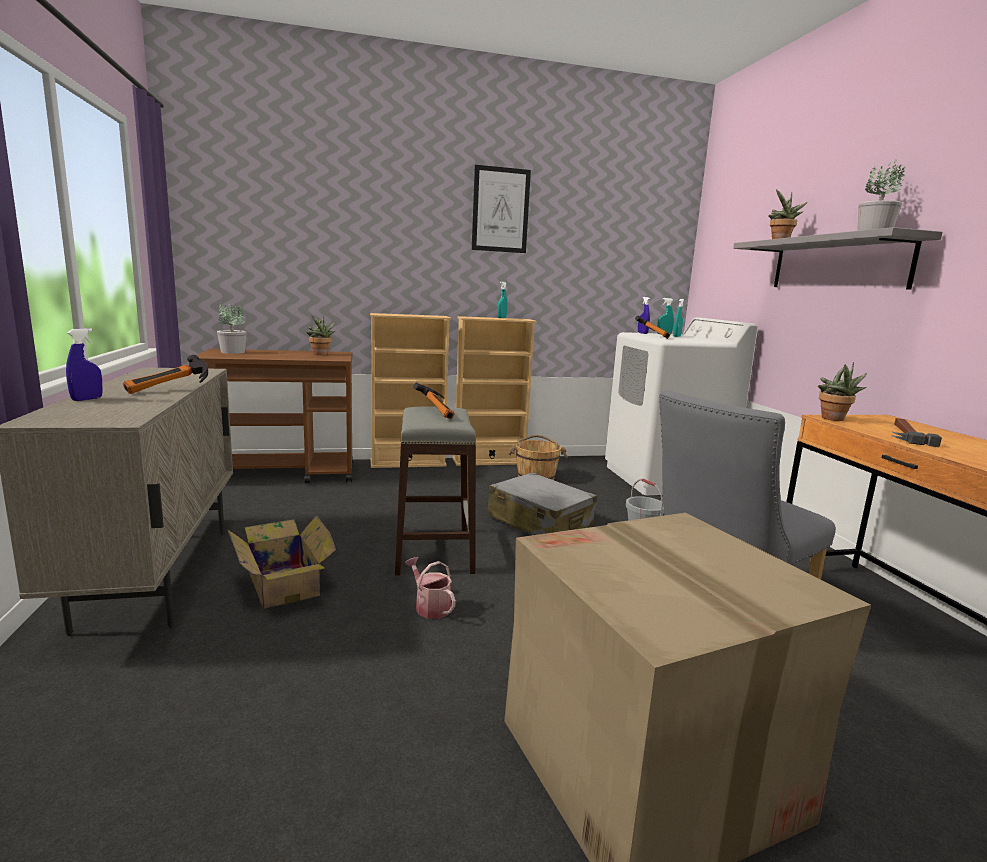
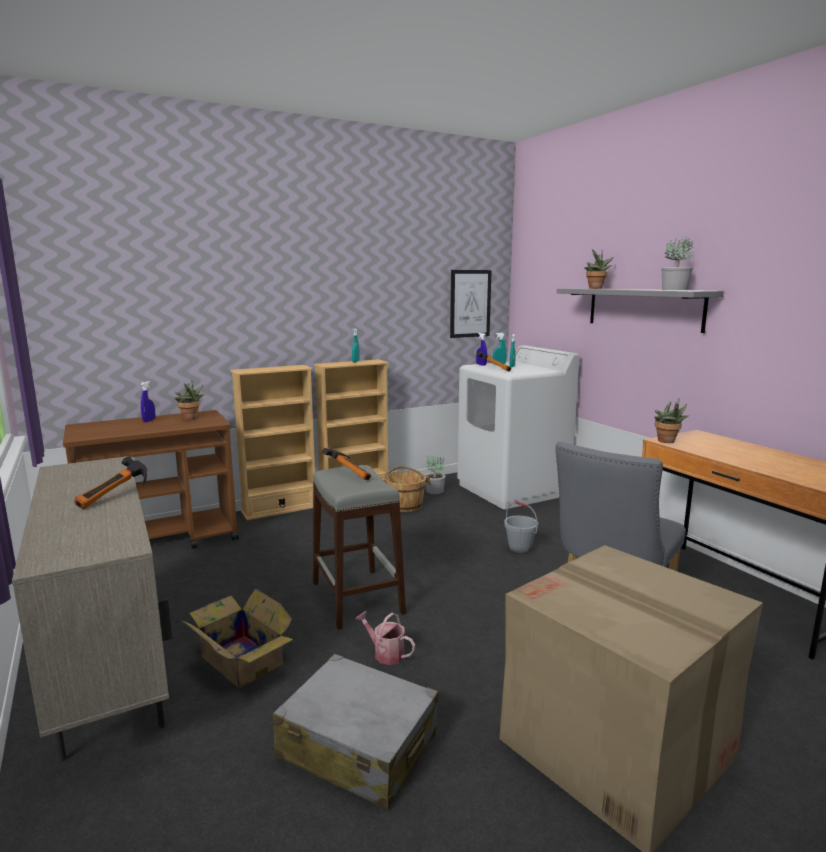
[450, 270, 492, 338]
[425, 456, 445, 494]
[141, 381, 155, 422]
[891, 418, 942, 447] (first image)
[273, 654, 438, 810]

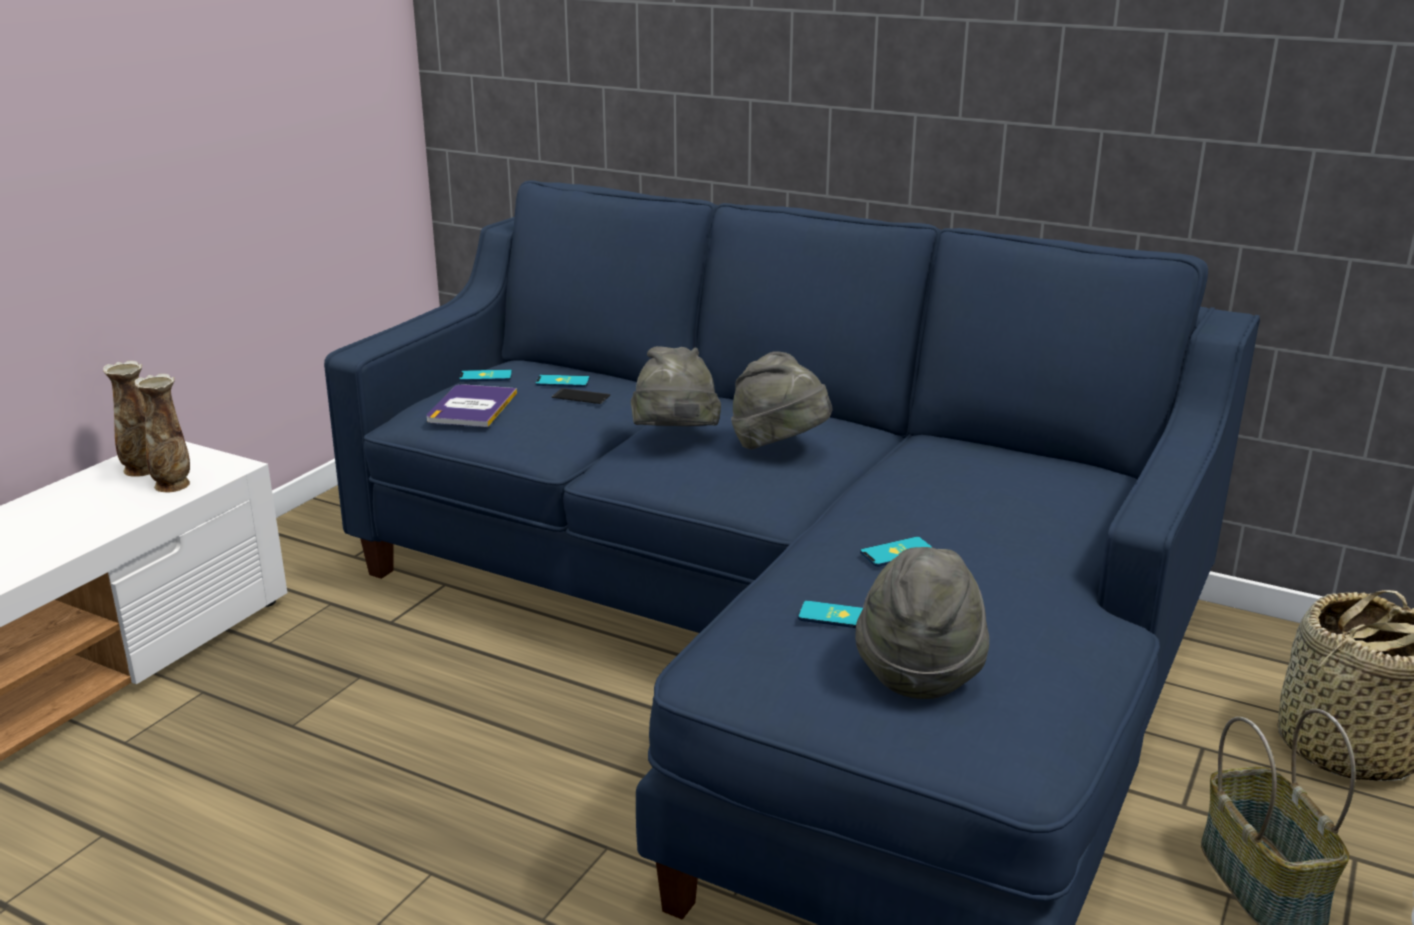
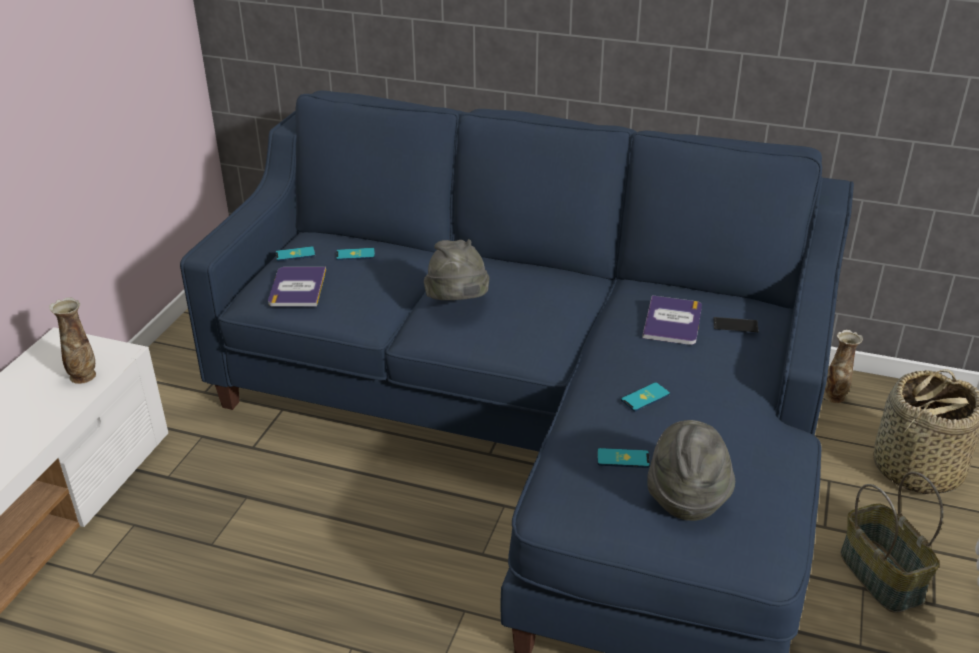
[731, 351, 832, 450] (first image)
[823, 330, 863, 403]
[713, 317, 759, 332]
[642, 295, 702, 345]

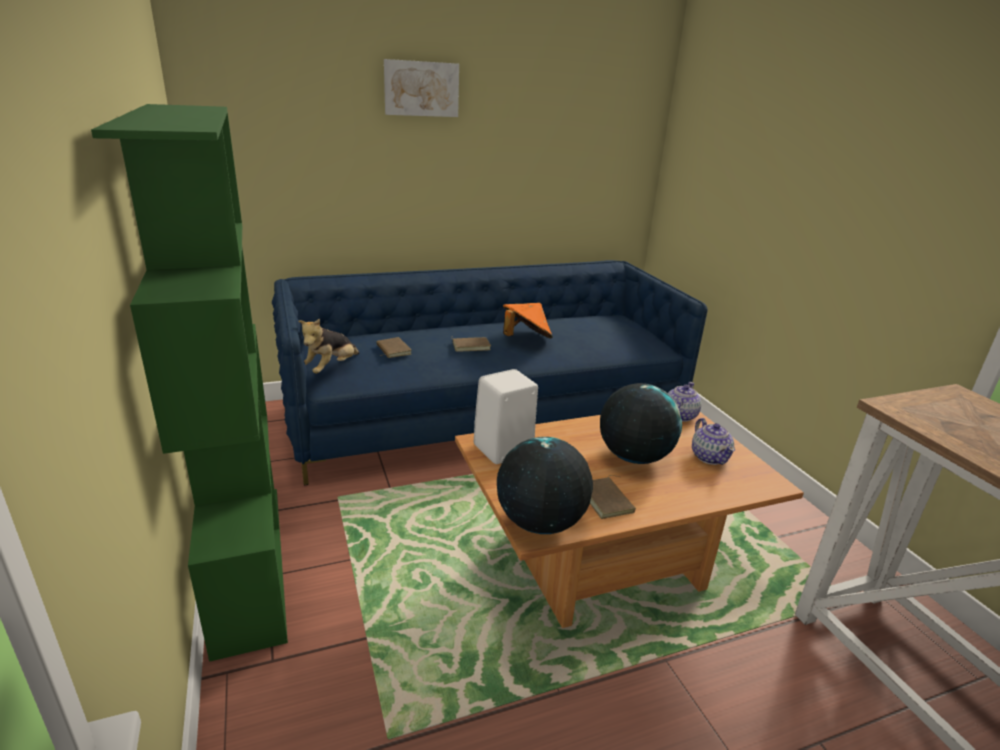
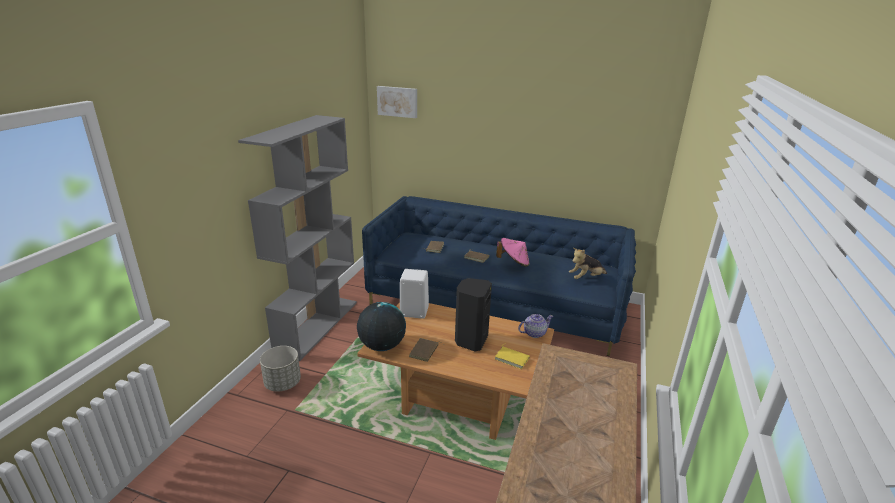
[377, 86, 417, 118]
[238, 115, 357, 361]
[496, 238, 529, 267]
[569, 248, 607, 279]
[455, 278, 492, 351]
[494, 343, 530, 369]
[260, 346, 301, 392]

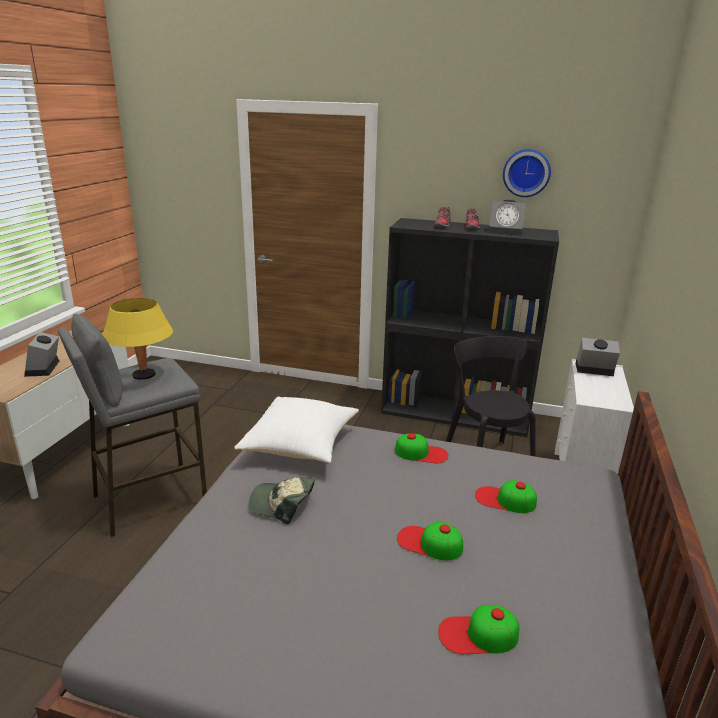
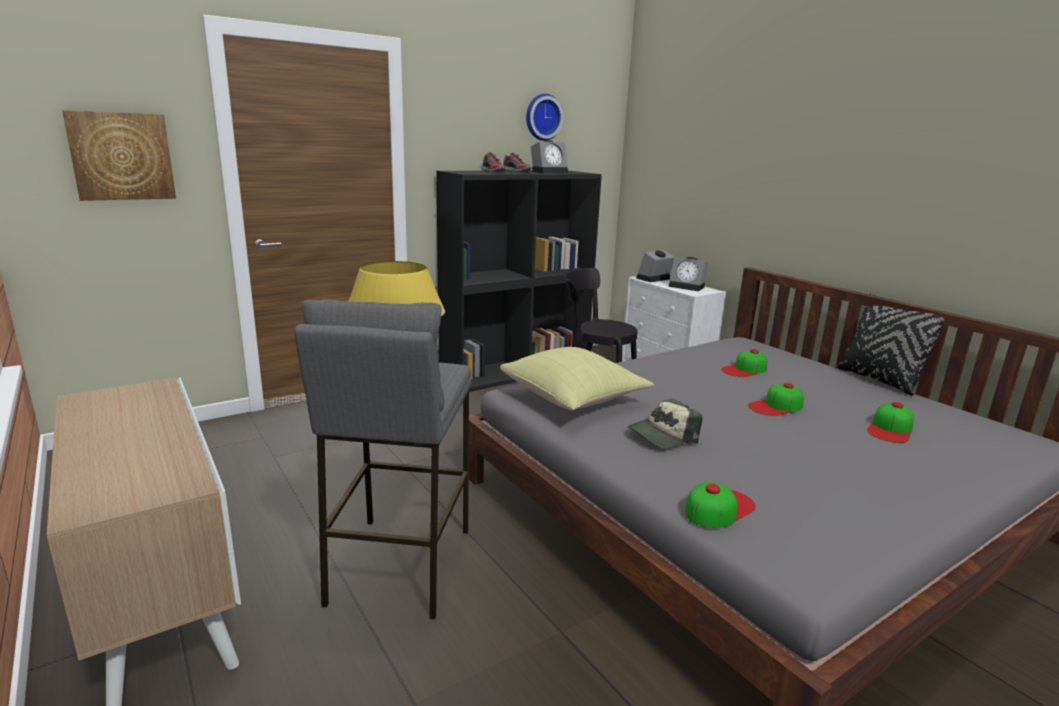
[669, 257, 708, 291]
[500, 347, 654, 410]
[685, 482, 756, 528]
[62, 110, 176, 201]
[836, 293, 944, 396]

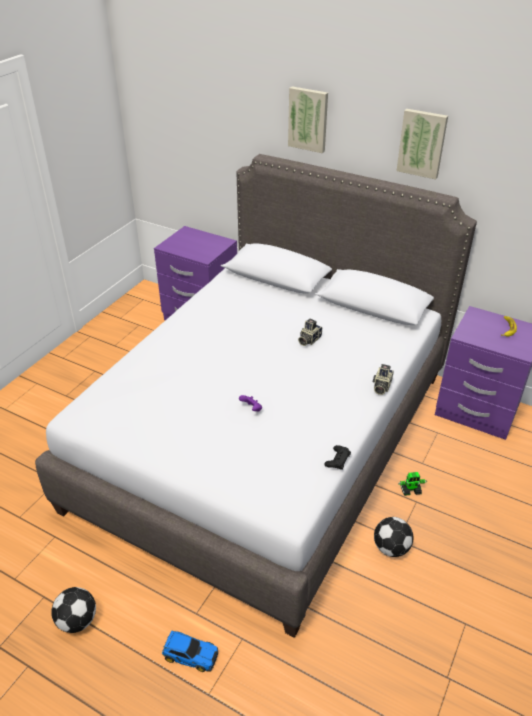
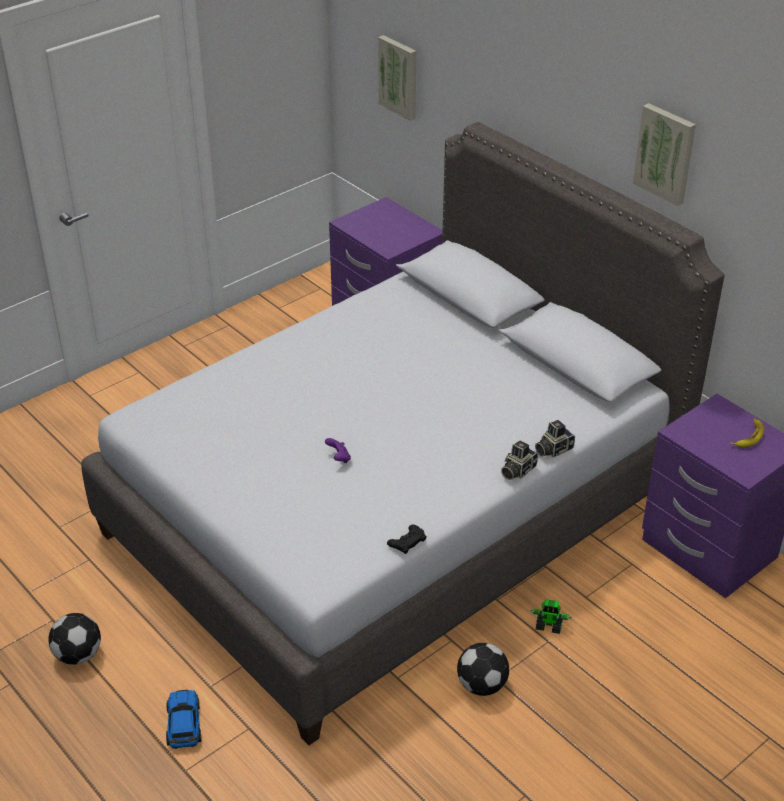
[378, 35, 416, 121]
[535, 420, 575, 458]
[166, 690, 201, 749]

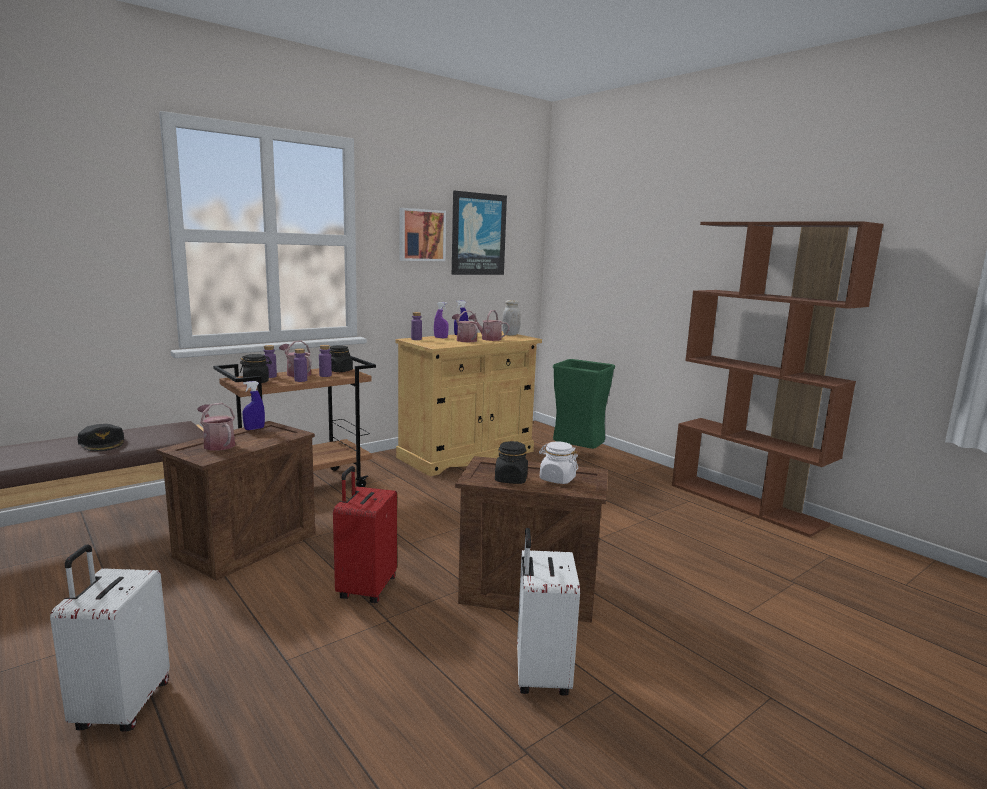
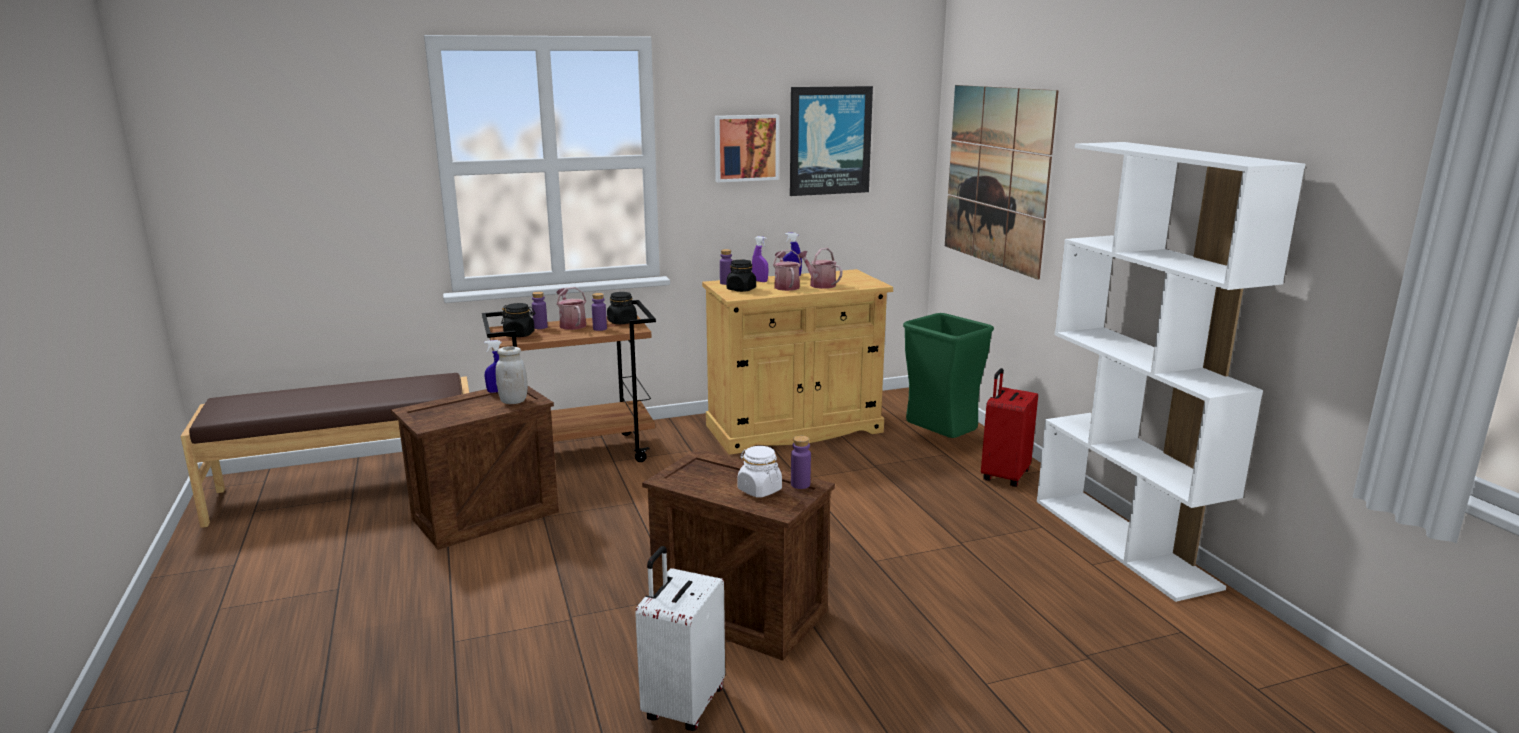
[1037, 142, 1305, 602]
[495, 346, 528, 404]
[791, 436, 811, 489]
[197, 403, 235, 450] (first image)
[77, 424, 124, 451] (first image)
[726, 260, 756, 292]
[981, 368, 1038, 487]
[50, 544, 170, 732] (first image)
[945, 85, 1059, 280]

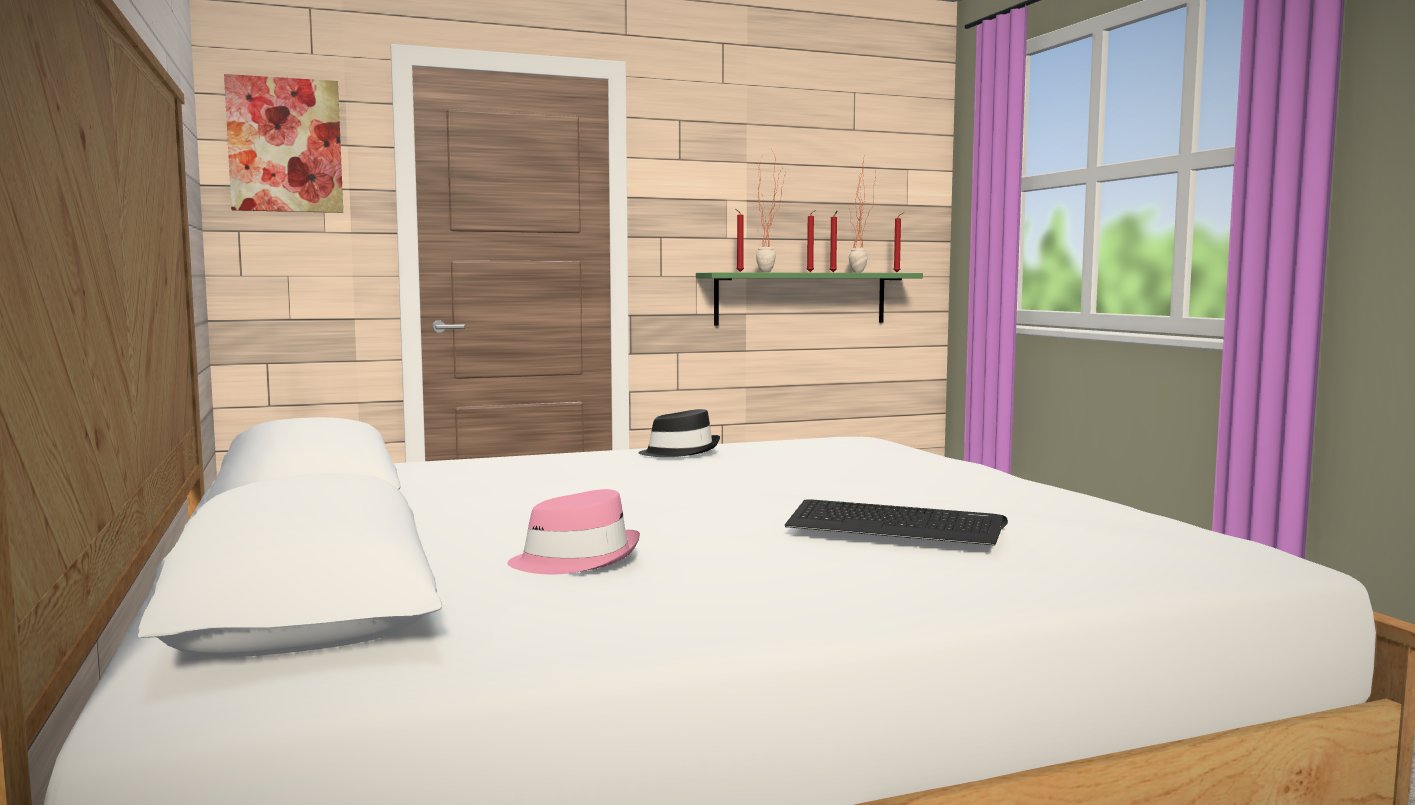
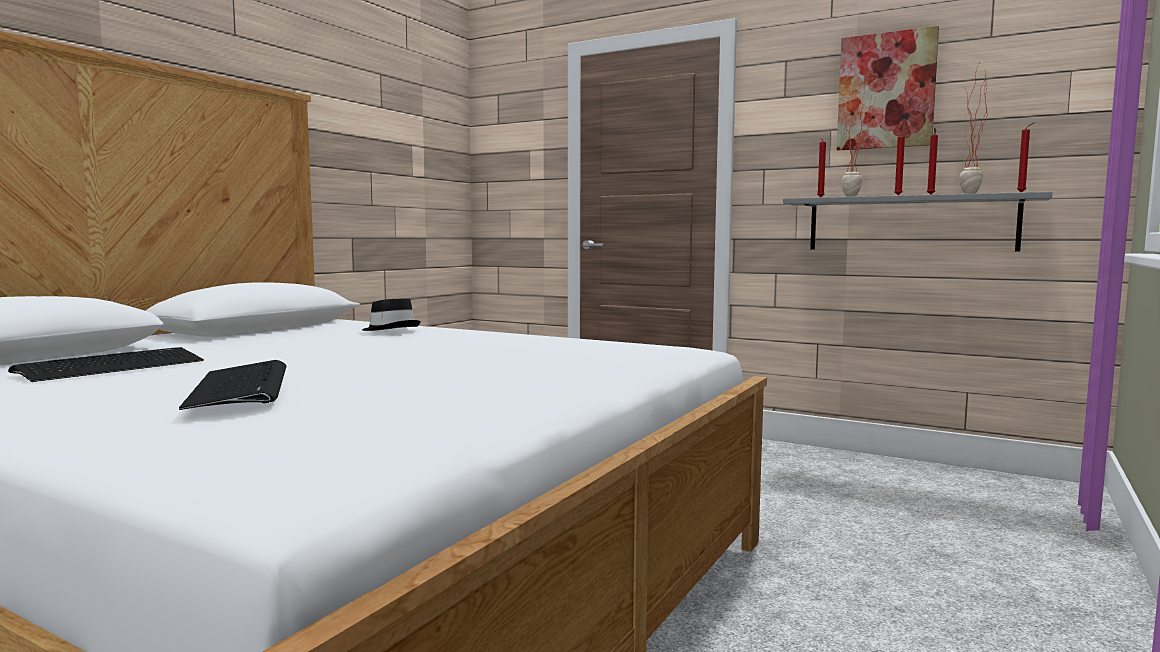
[837, 26, 939, 150]
[783, 192, 1052, 251]
[362, 298, 421, 331]
[8, 347, 204, 382]

